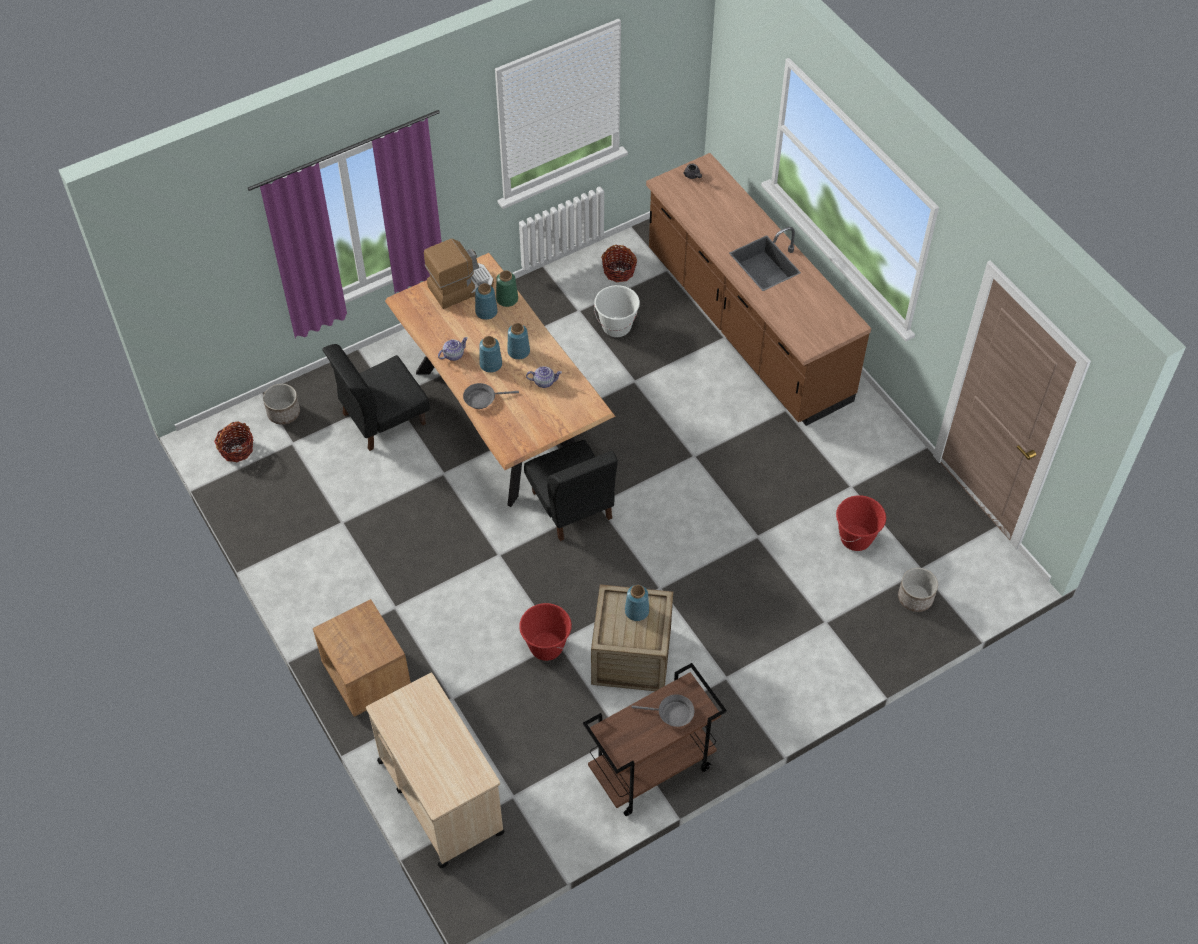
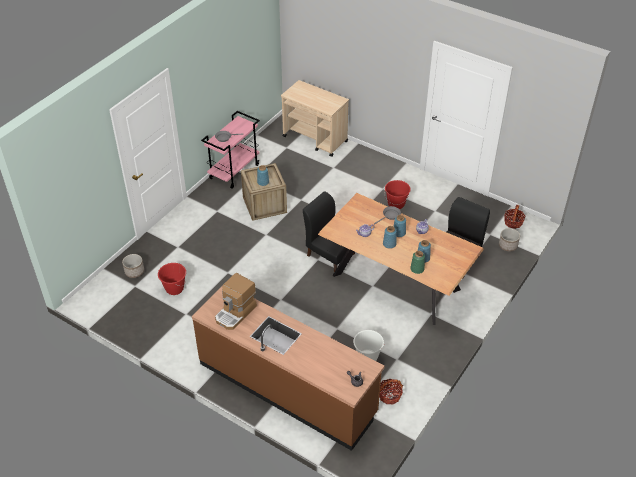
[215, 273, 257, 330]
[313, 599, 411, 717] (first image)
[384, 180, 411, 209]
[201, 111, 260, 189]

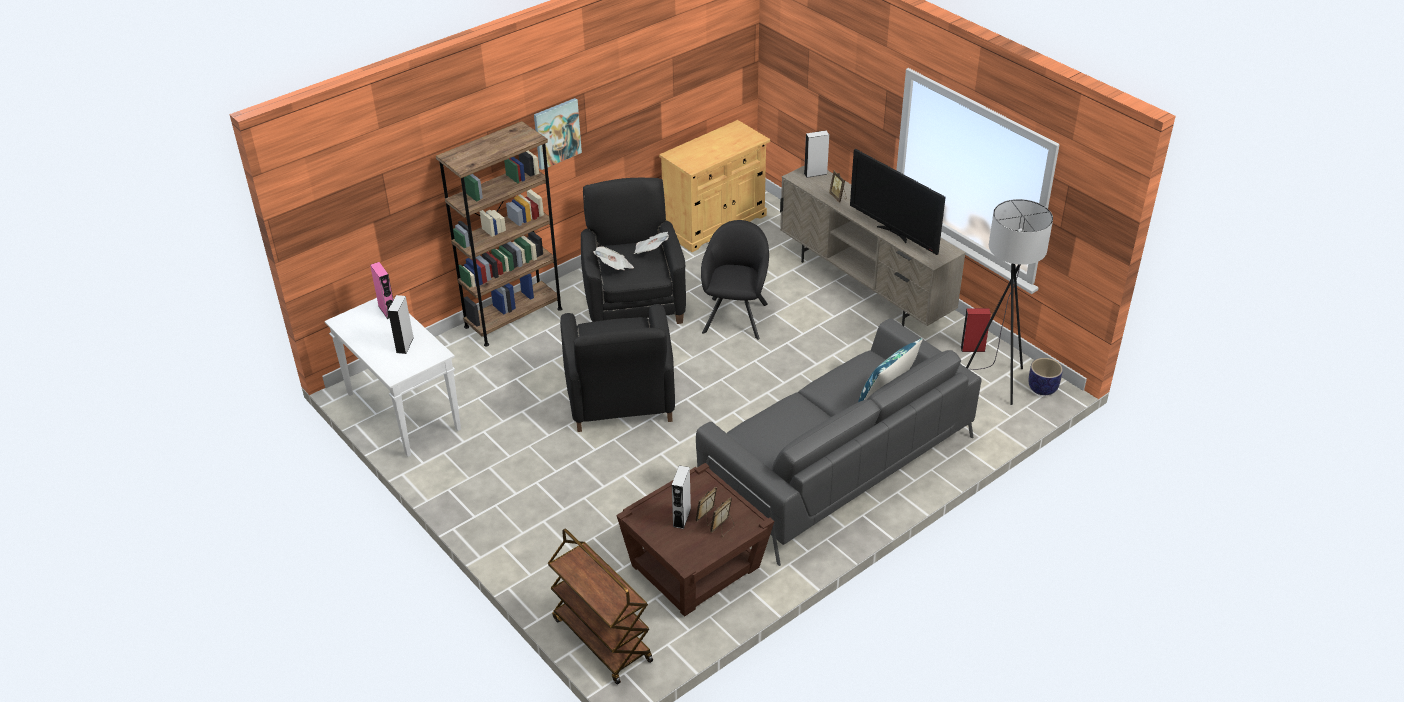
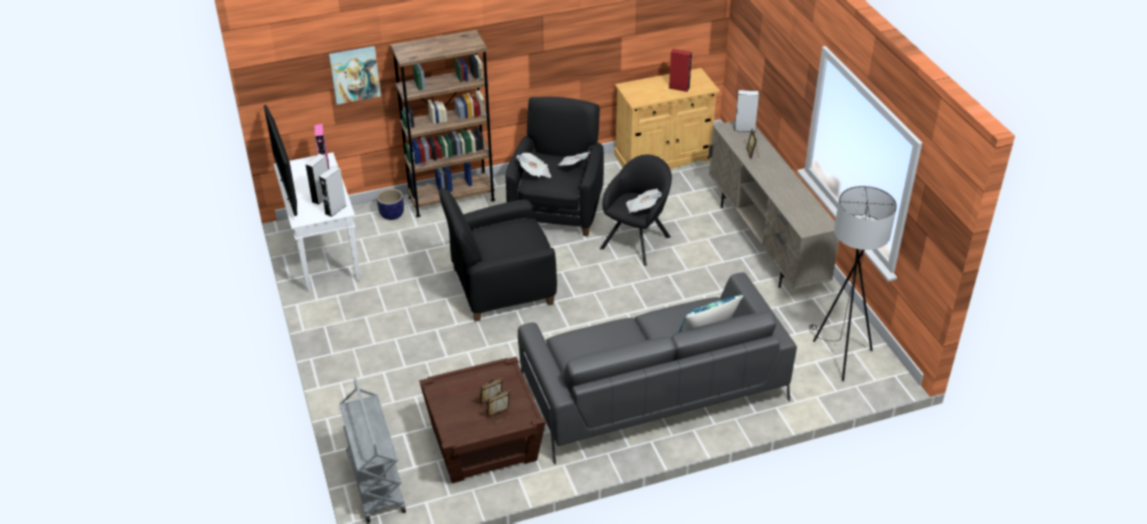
[329, 46, 381, 105]
[264, 105, 297, 216]
[439, 188, 557, 322]
[669, 49, 692, 92]
[377, 189, 404, 220]
[319, 166, 346, 217]
[339, 378, 406, 523]
[626, 189, 661, 213]

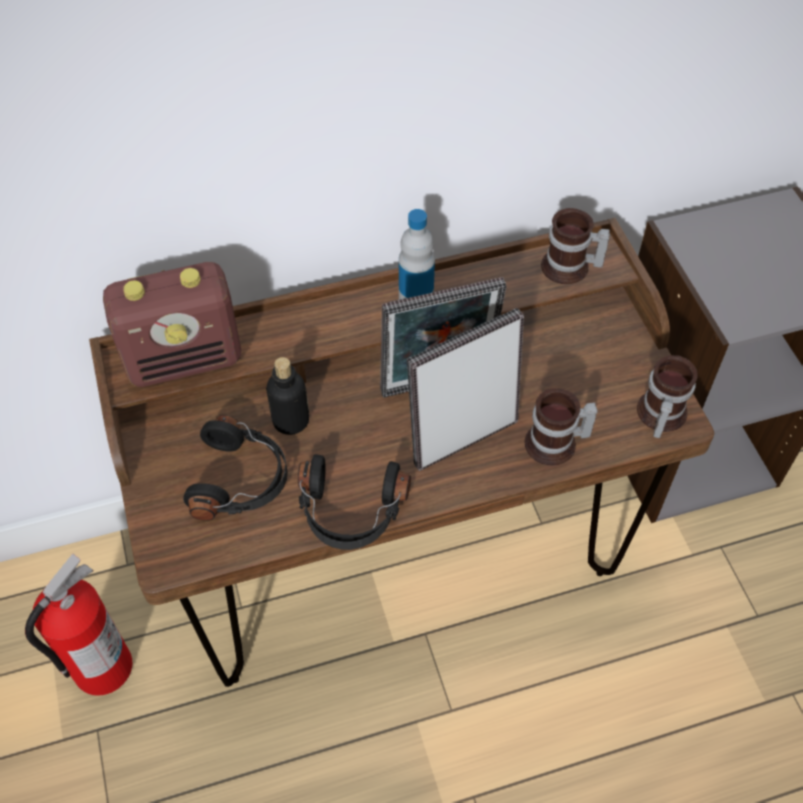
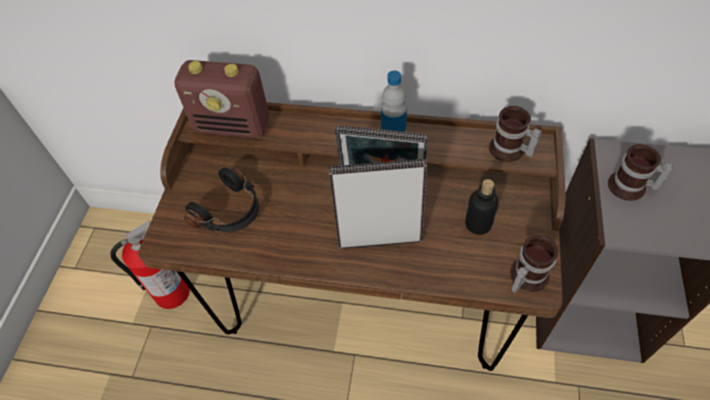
[465, 179, 498, 235]
[608, 144, 673, 201]
[298, 454, 411, 550] (first image)

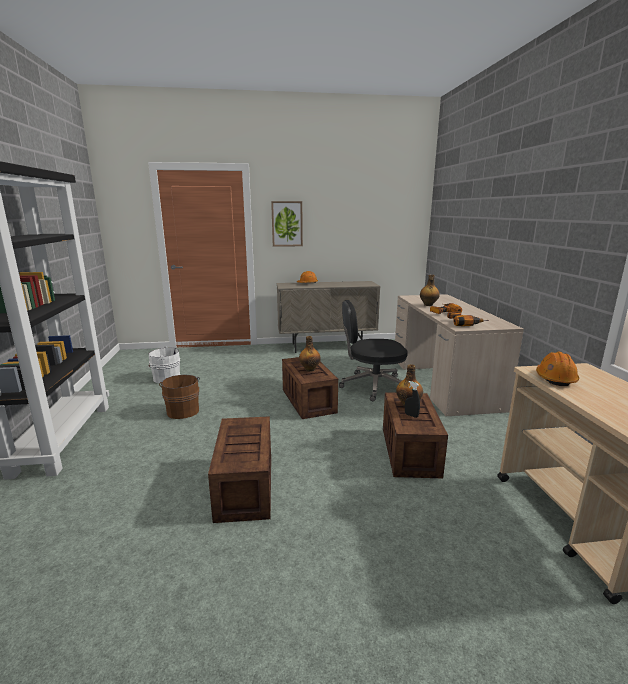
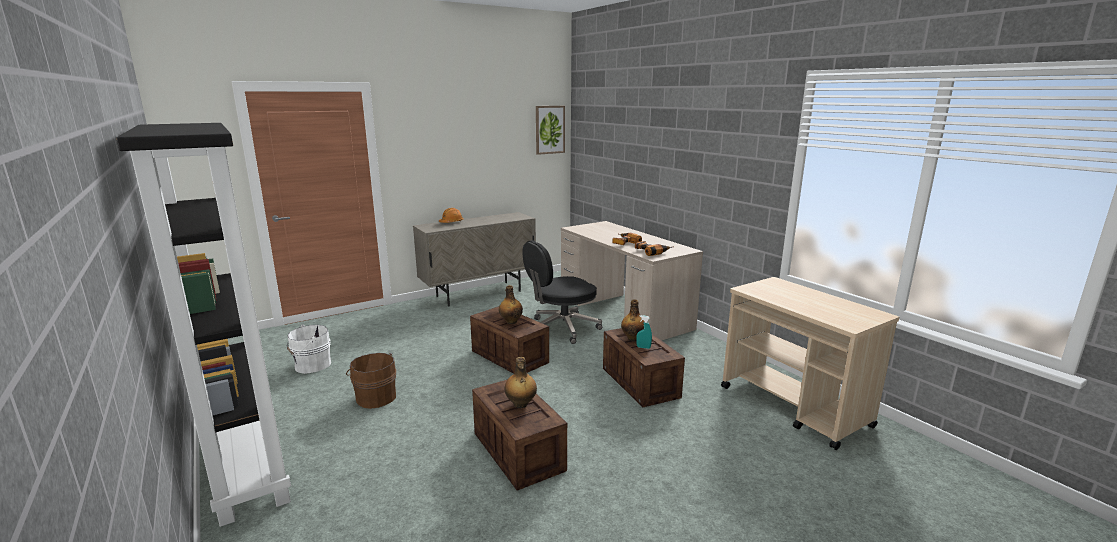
[536, 106, 565, 155]
[505, 357, 537, 408]
[536, 352, 579, 386] (first image)
[636, 315, 652, 349]

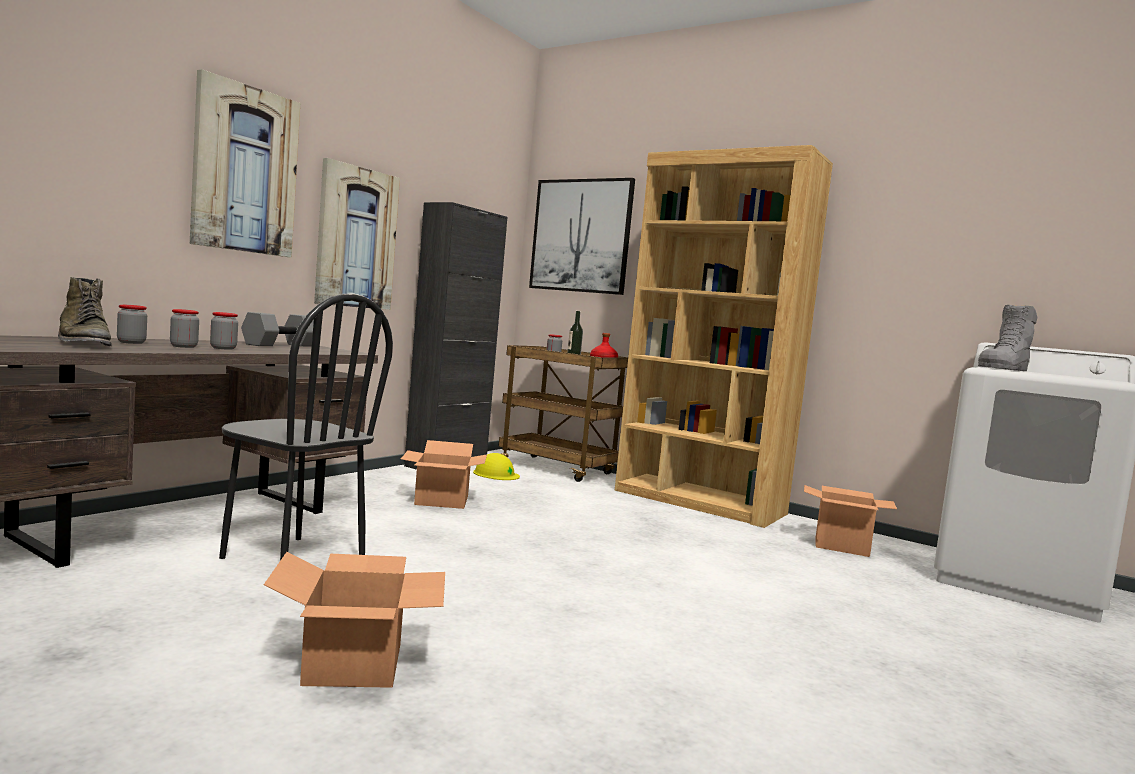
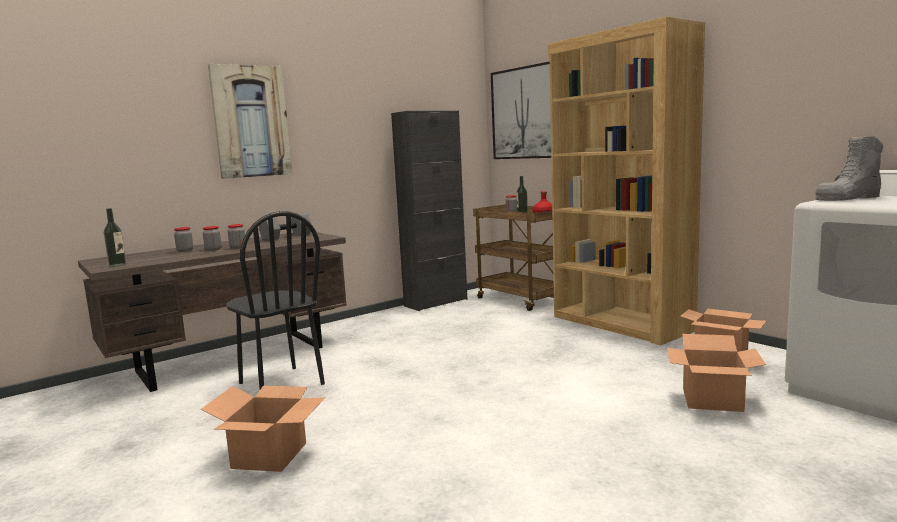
[314, 158, 400, 310] (first image)
[58, 277, 112, 346] (first image)
[667, 334, 766, 412]
[473, 453, 520, 480] (first image)
[104, 208, 126, 267]

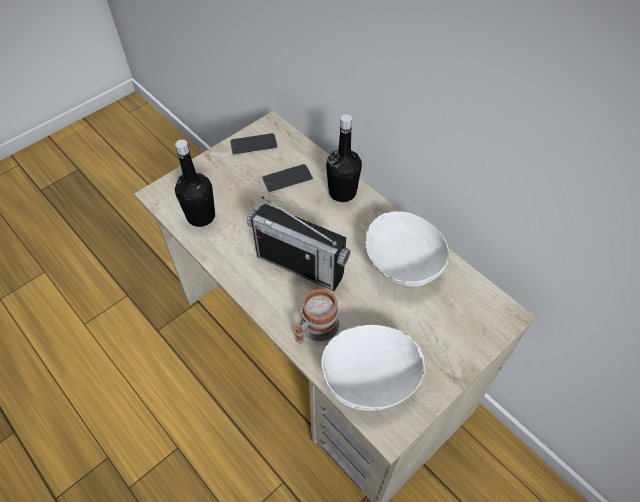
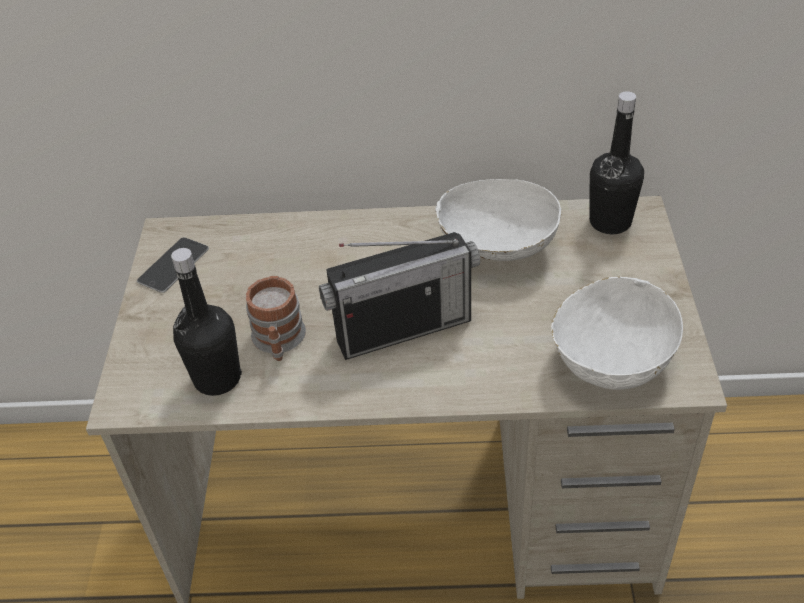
[589, 91, 644, 234]
[262, 164, 313, 193] (first image)
[246, 276, 306, 361]

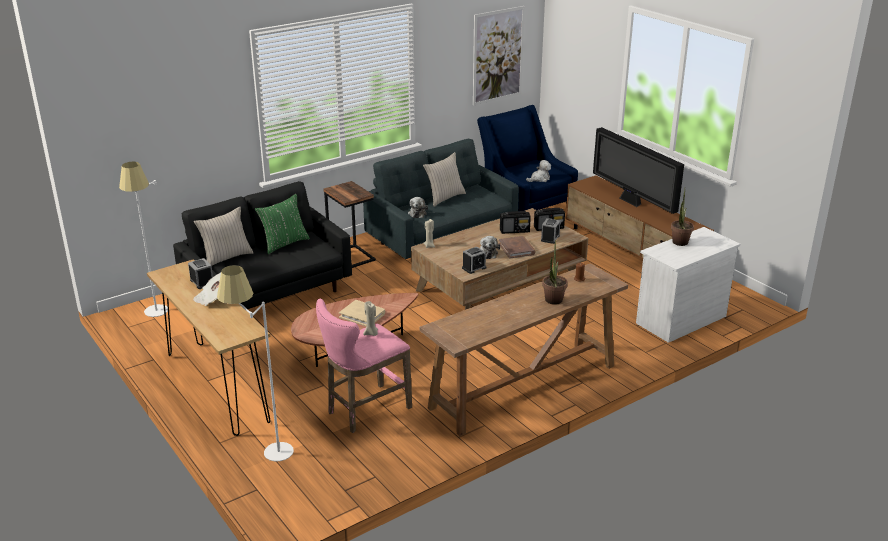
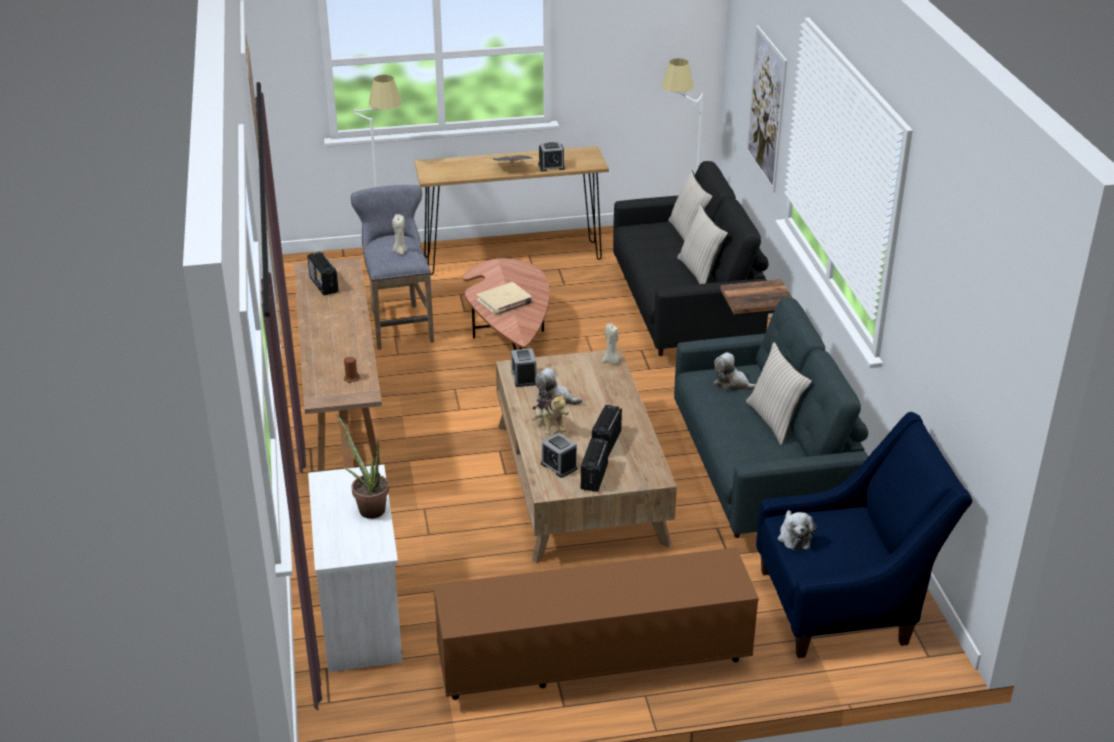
[746, 25, 787, 193]
[593, 127, 684, 214] (first image)
[677, 204, 728, 284]
[531, 393, 569, 435]
[542, 240, 568, 305] (first image)
[351, 185, 434, 350]
[307, 252, 339, 295]

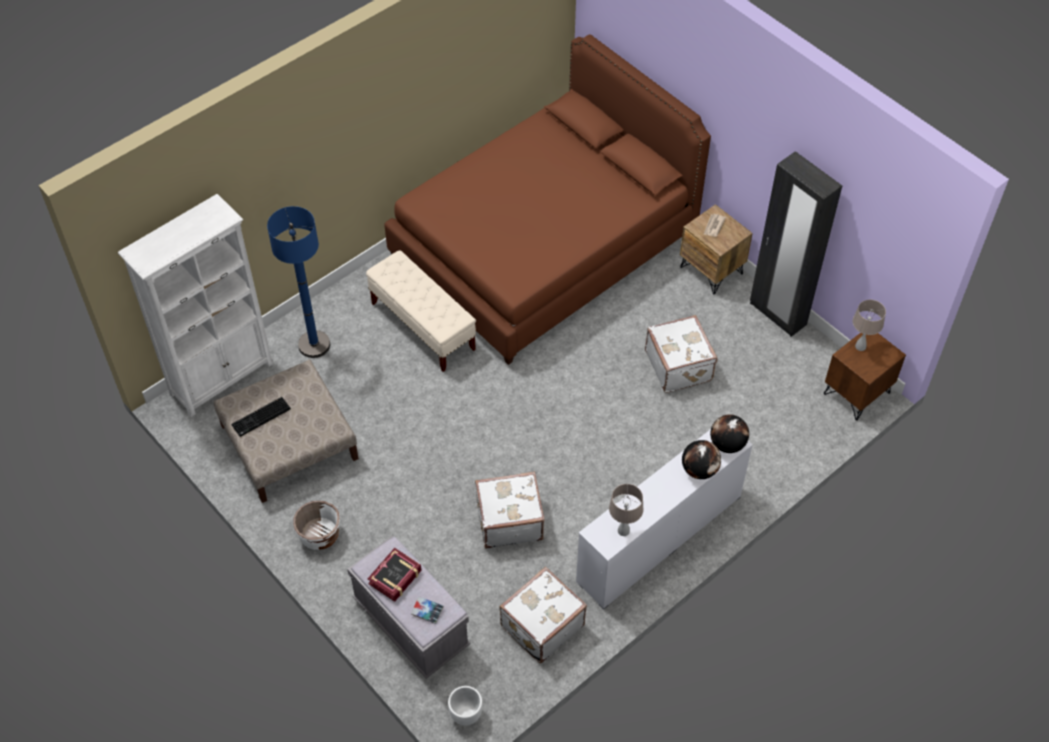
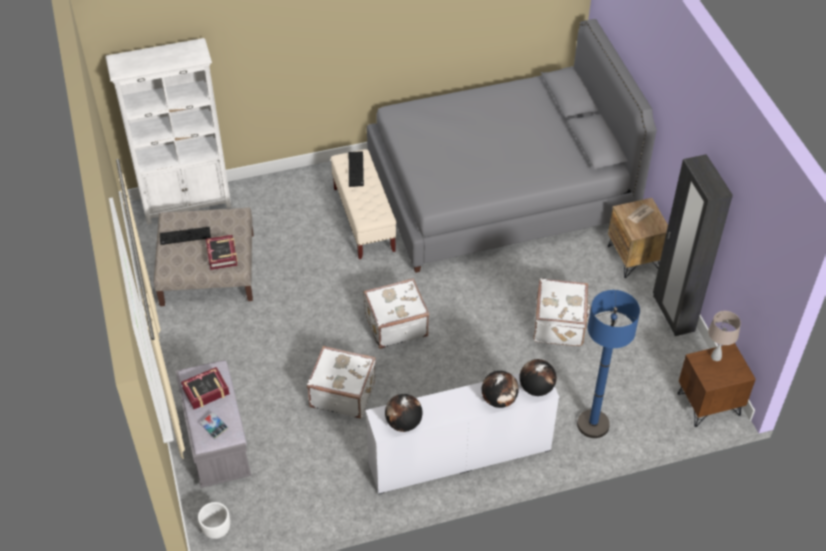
[367, 19, 657, 273]
[577, 290, 640, 438]
[385, 394, 423, 432]
[293, 501, 340, 550] (first image)
[363, 278, 429, 349]
[349, 151, 364, 187]
[206, 235, 238, 270]

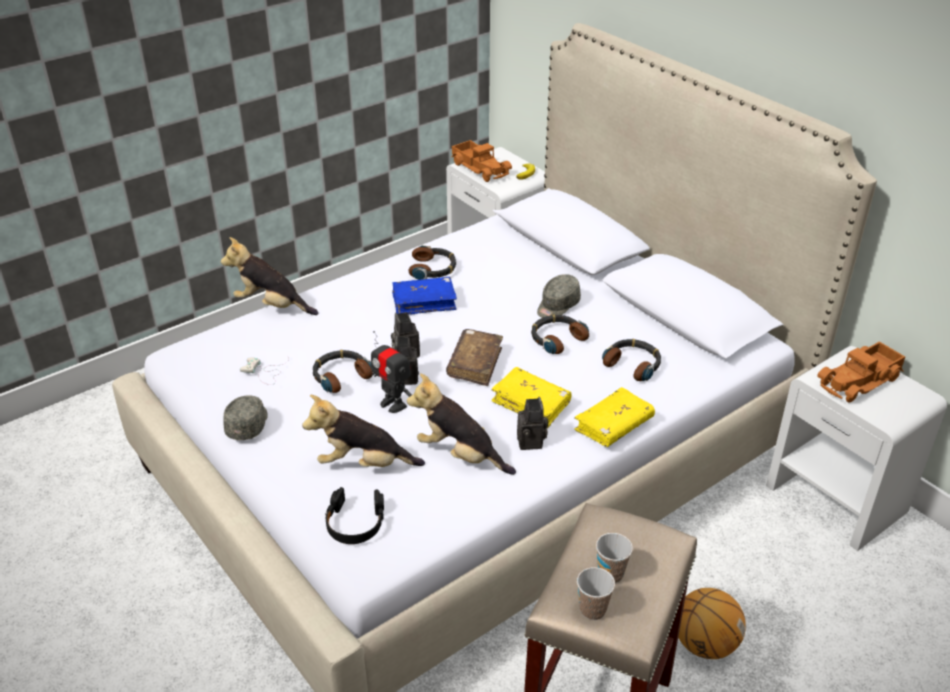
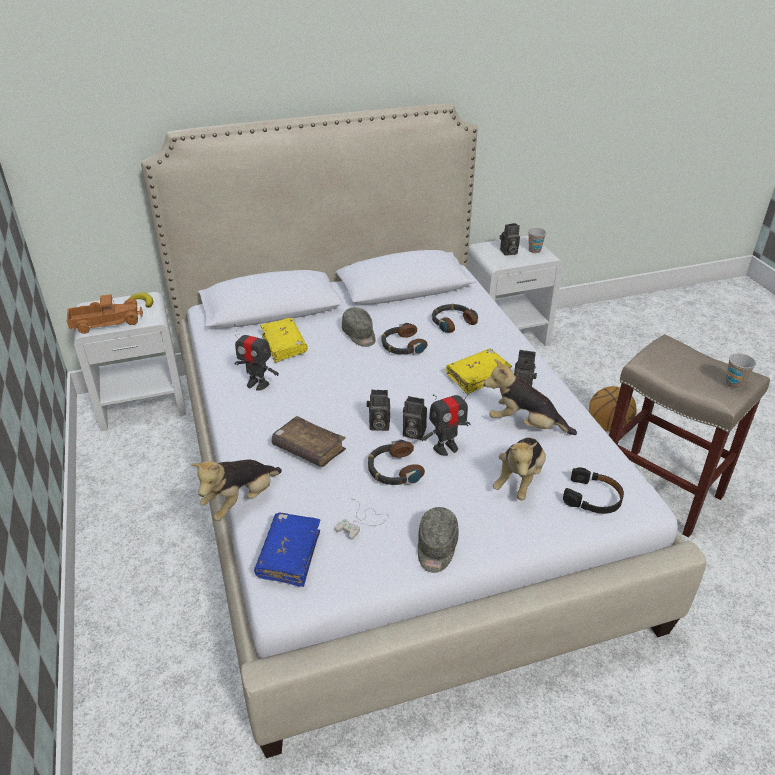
[234, 324, 279, 391]
[254, 513, 320, 587]
[272, 416, 346, 467]
[500, 223, 520, 256]
[484, 359, 577, 435]
[260, 318, 308, 363]
[418, 507, 459, 573]
[528, 228, 546, 253]

